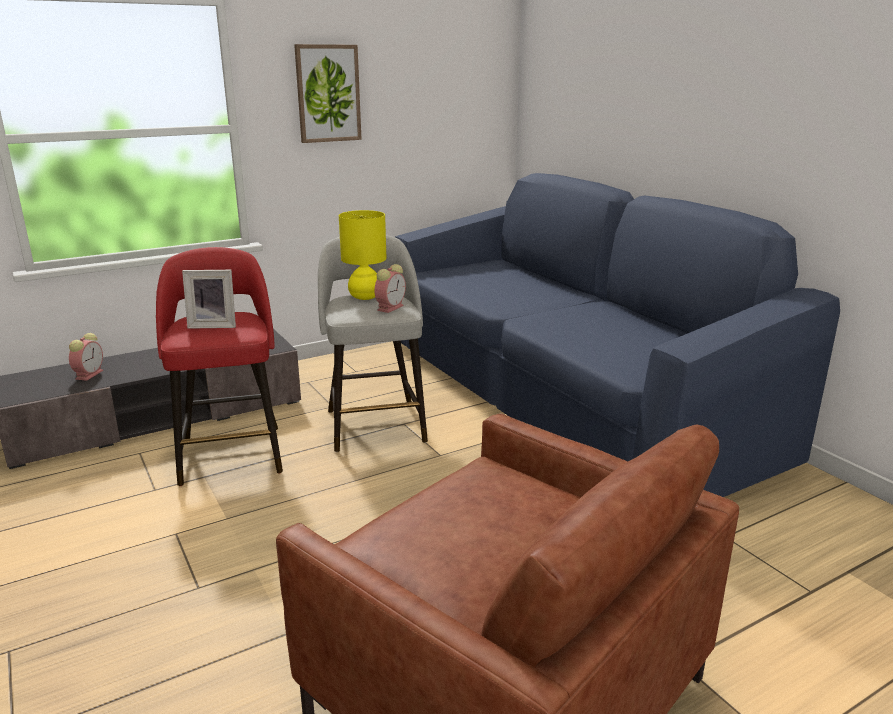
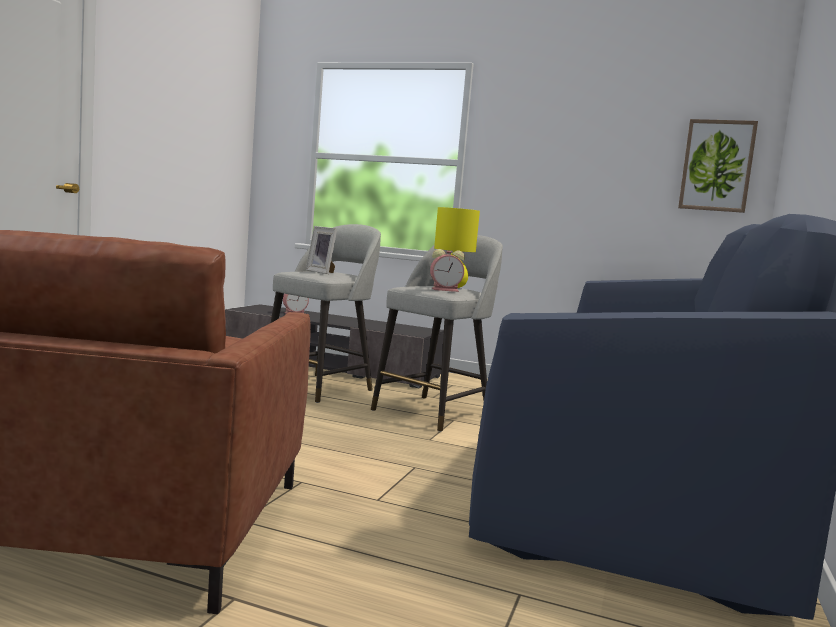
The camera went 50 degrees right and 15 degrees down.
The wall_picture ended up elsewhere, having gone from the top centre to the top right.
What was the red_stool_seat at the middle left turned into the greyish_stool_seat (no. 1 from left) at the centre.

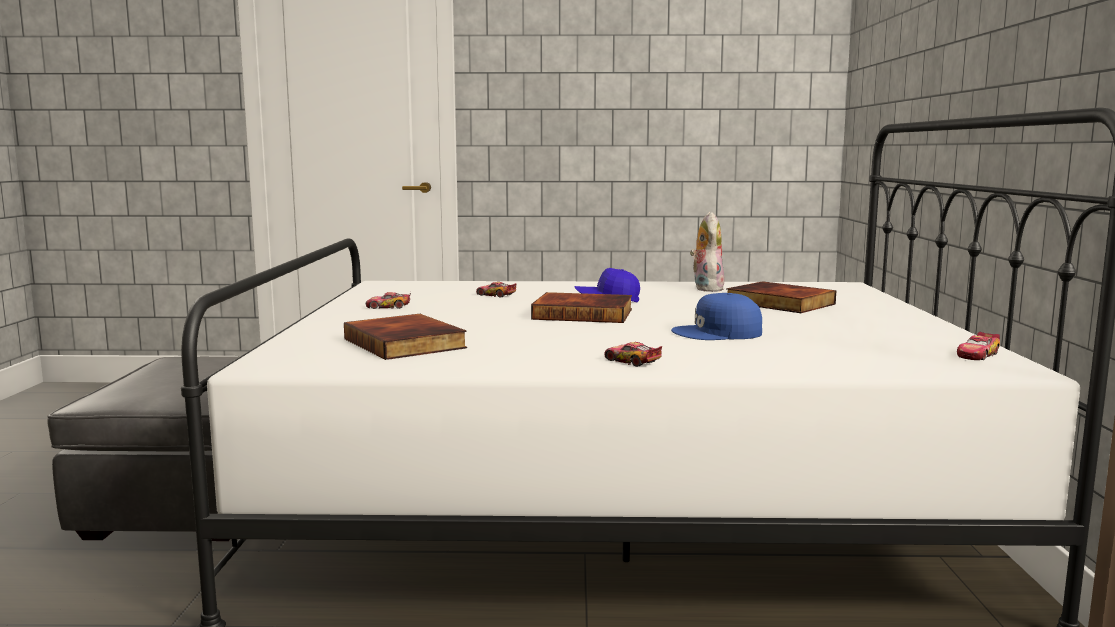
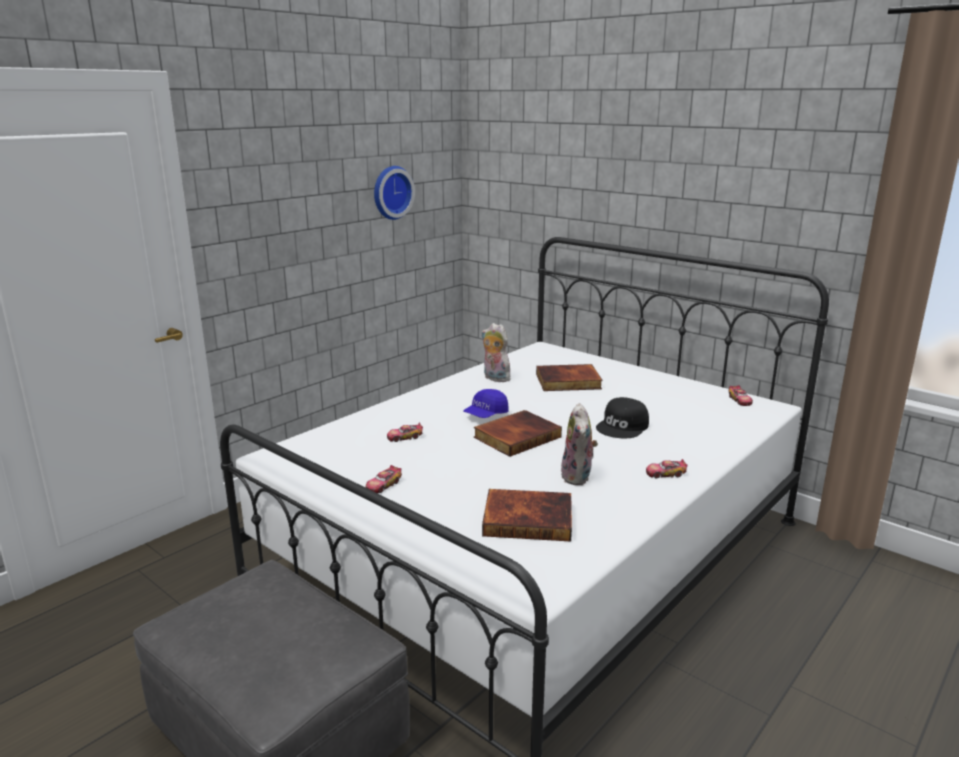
The camera went 50 degrees left and 10 degrees up.
The second view gained the wall_clock at the top centre.
The second view gained the plush_toy (no. 2 from left) at the centre.
What was the bluish_baseball_cap (no. 2 from left) at the centre turned into the black_baseball_cap at the centre.

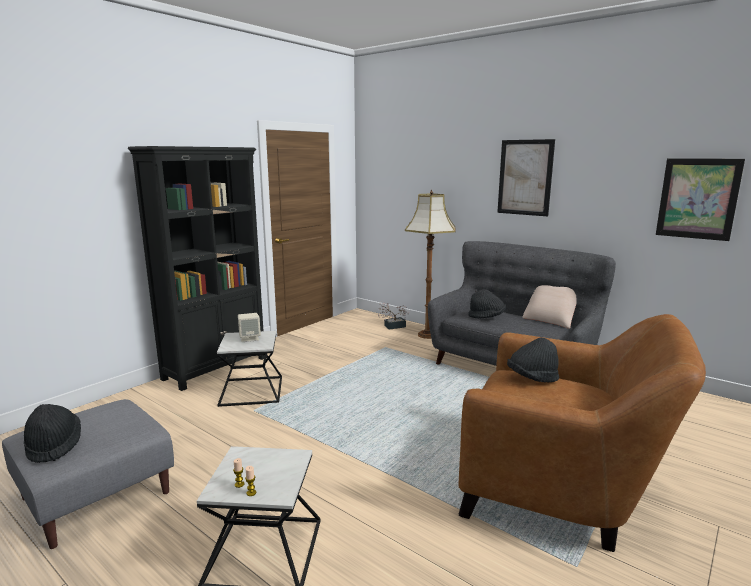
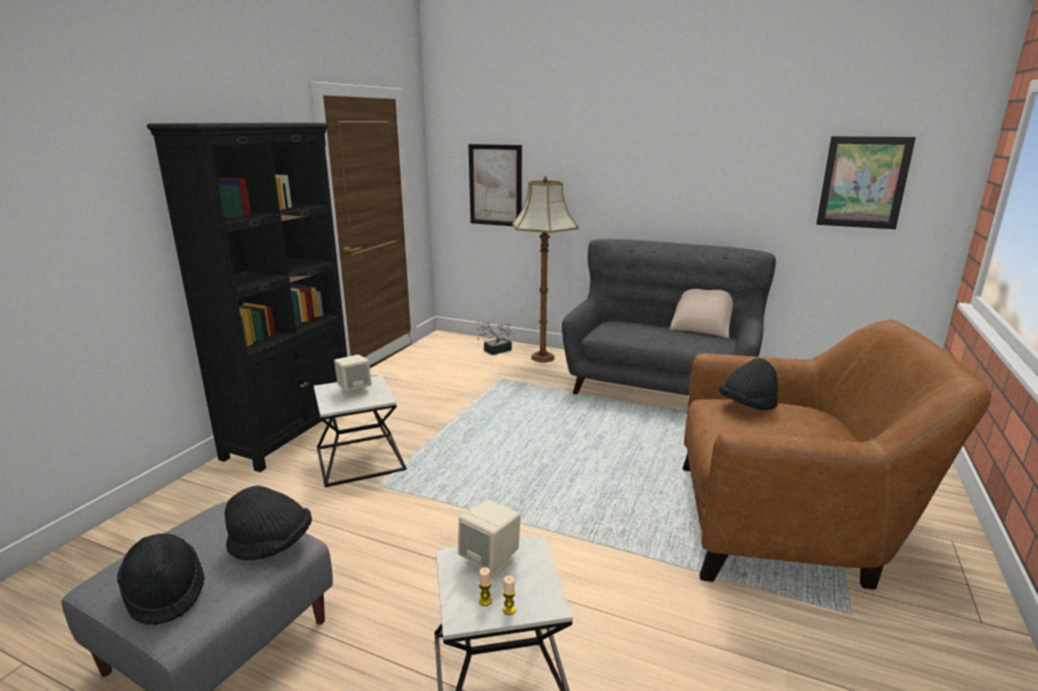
The camera went 15 degrees left and 5 degrees up.
The second view gained the beige_loudspeaker (no. 2 from left) at the bottom centre.
The black_wearable_hat (no. 2 from left) ended up elsewhere, having gone from the centre to the bottom left.
The wall_picture (no. 1 from left) ended up elsewhere, having gone from the top right to the top centre.

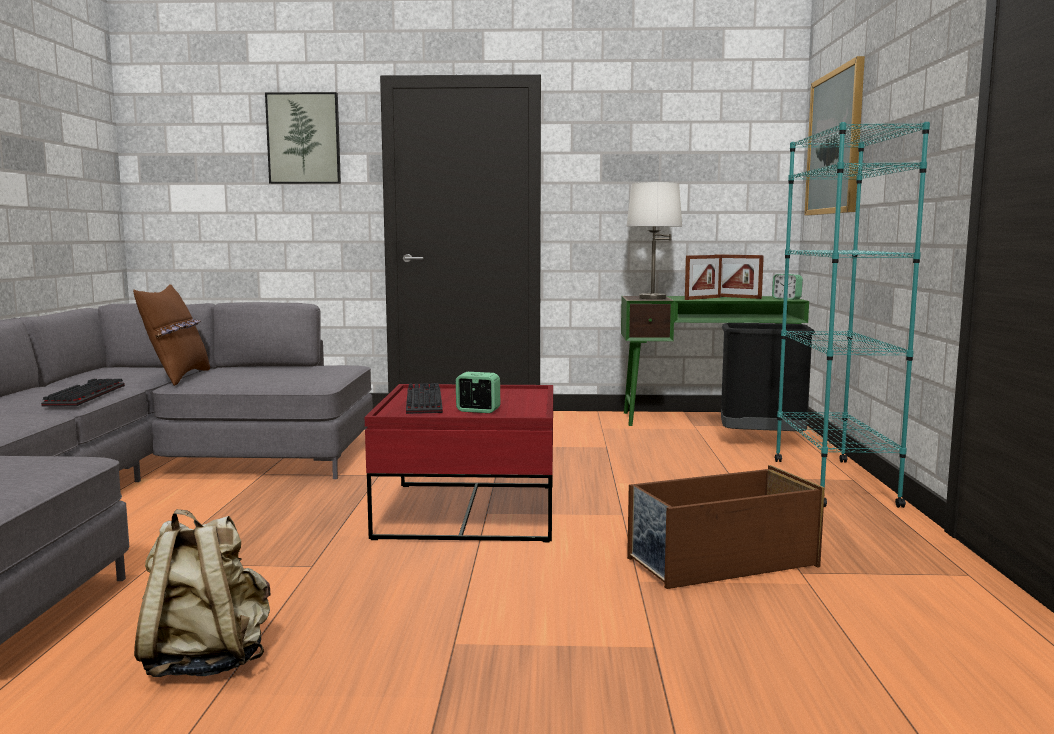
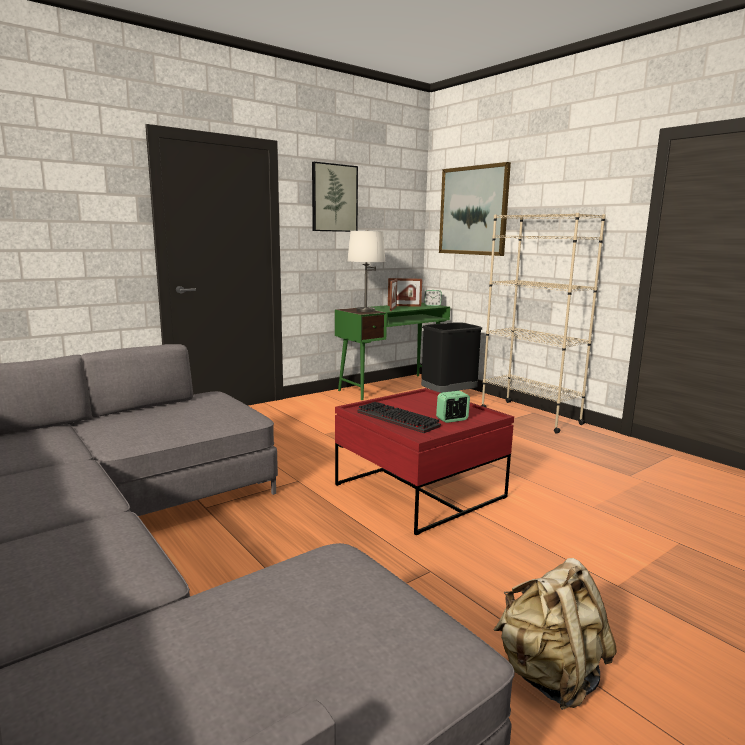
The camera went 40 degrees left and 5 degrees up.
The second view lost the computer_keyboard (no. 1 from left) at the middle left.
The second view lost the brown_pillow at the middle left.
The second view lost the brown_storage_bin at the bottom right.
The wall_picture (no. 1 from left) ended up elsewhere, having gone from the top left to the top centre.
What was the blue-green_shelving_unit at the middle right turned into the beige_shelving_unit at the middle right.

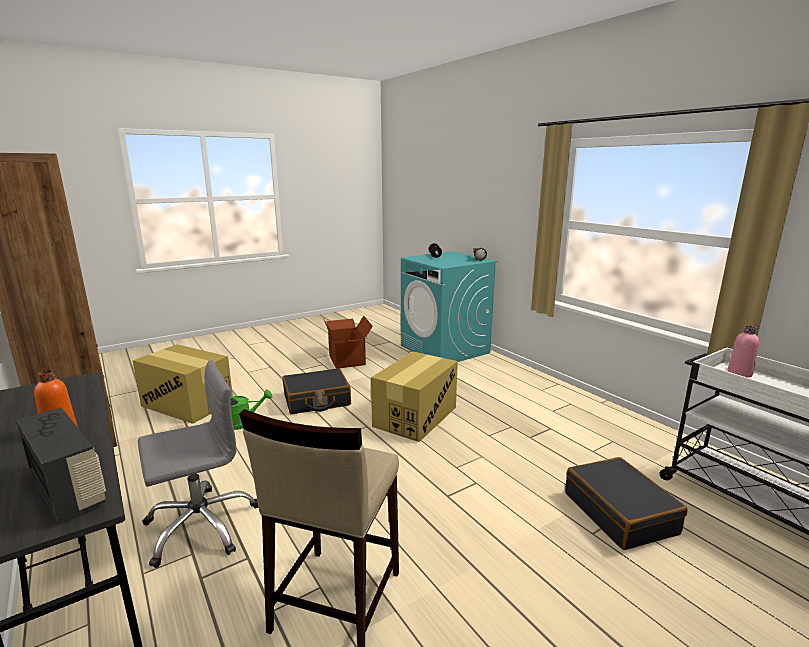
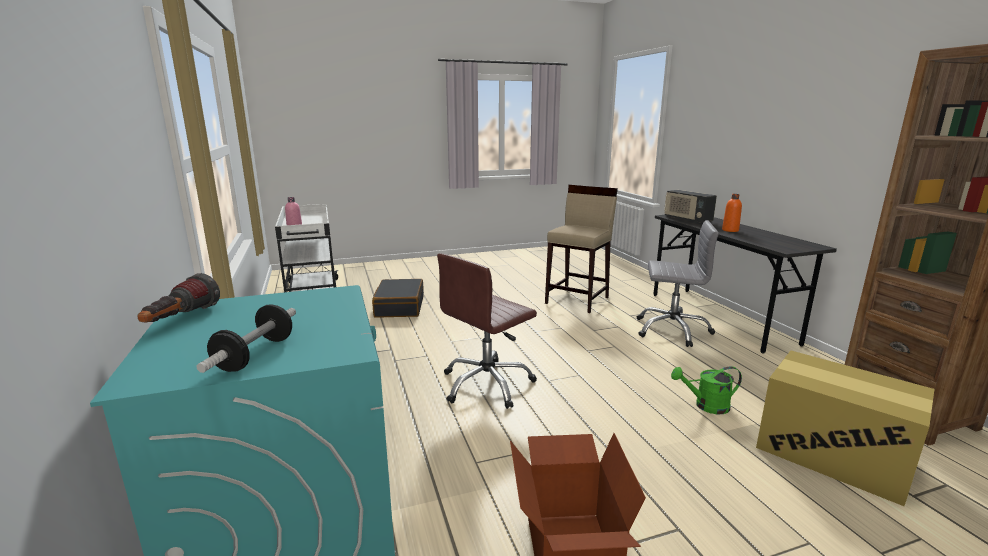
The camera went 165 degrees left and 0 degrees up.
The second view lost the black_suitcase (no. 1 from left) at the centre.
Where the packing_box (no. 3 from left) stood at the centre, the brown_computer_chair came to stand at the centre.
The greyish_computer_chair at the bottom left ended up facing another way, 150 degrees counterclockwise from before.

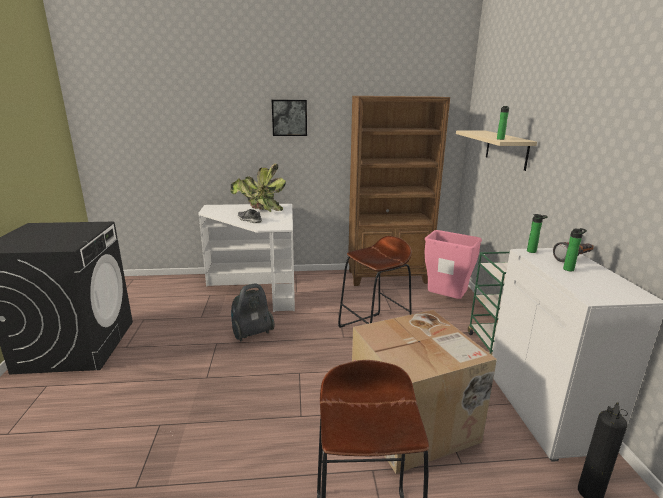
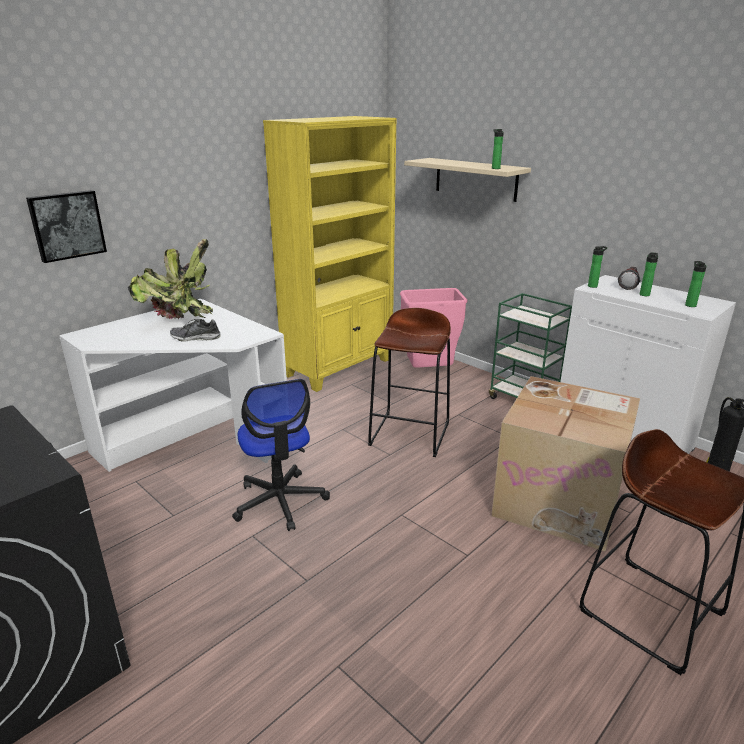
The camera went 40 degrees left and 5 degrees up.
The second view gained the drink_bottle (no. 4 from left) at the middle right.
The wall_picture ended up elsewhere, having gone from the top centre to the top left.
Where the vacuum stood at the centre, the computer_chair came to stand at the centre.
What was the brown_shelving_unit at the centre turned into the yellow-coloured_shelving_unit at the centre.

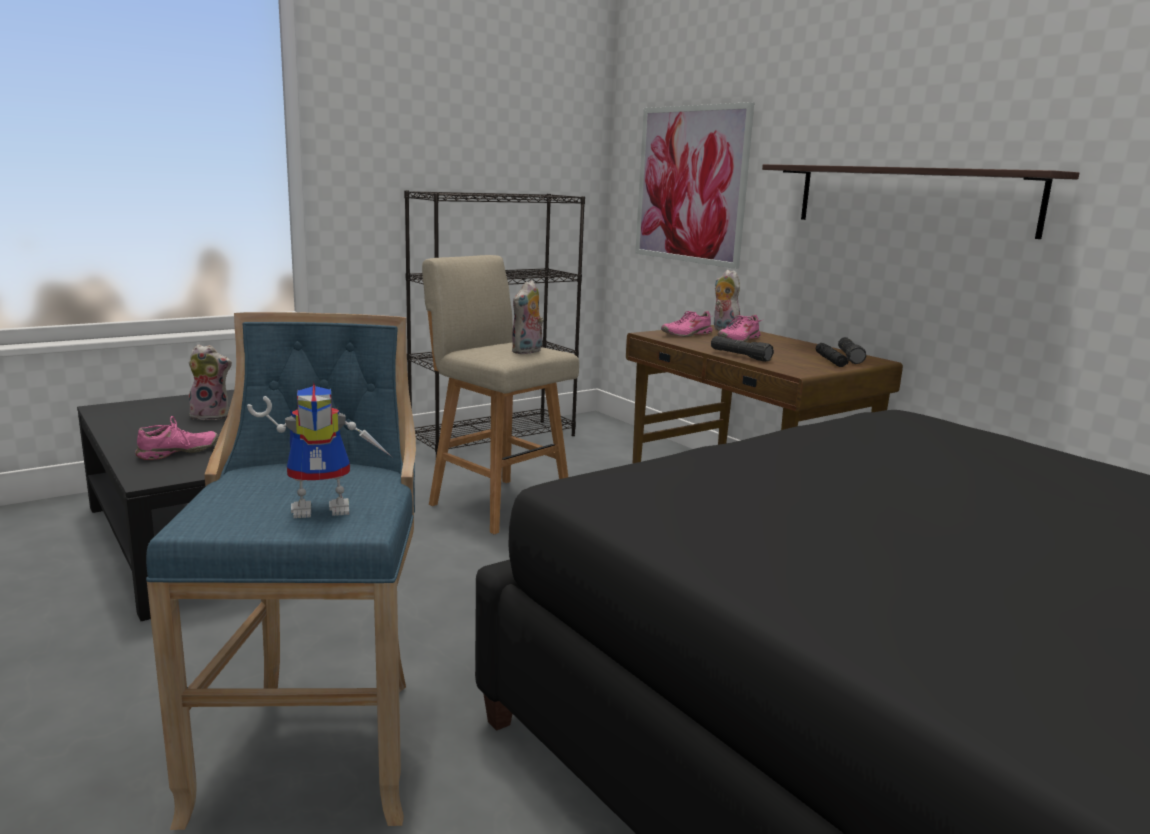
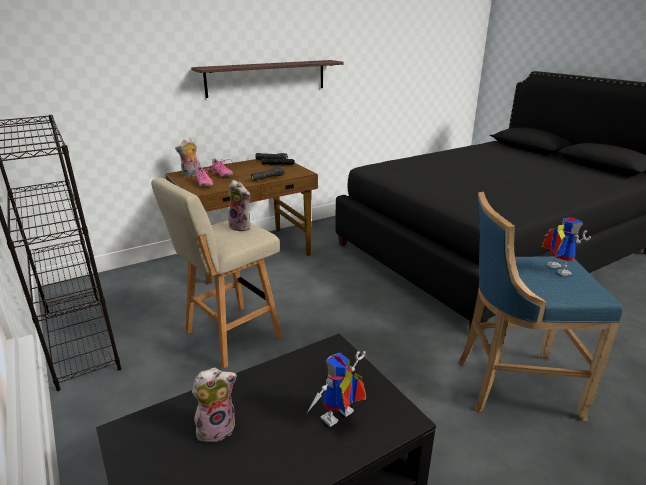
The camera went 85 degrees left and 10 degrees up.
The second view lost the wall_picture at the top centre.
Where the pink-coloured_low_shoe (no. 1 from left) stood at the middle left, the toy_robot (no. 1 from left) came to stand at the bottom centre.
The plush_toy (no. 1 from left in the first image) at the middle left ended up facing another way, 60 degrees clockwise from before.

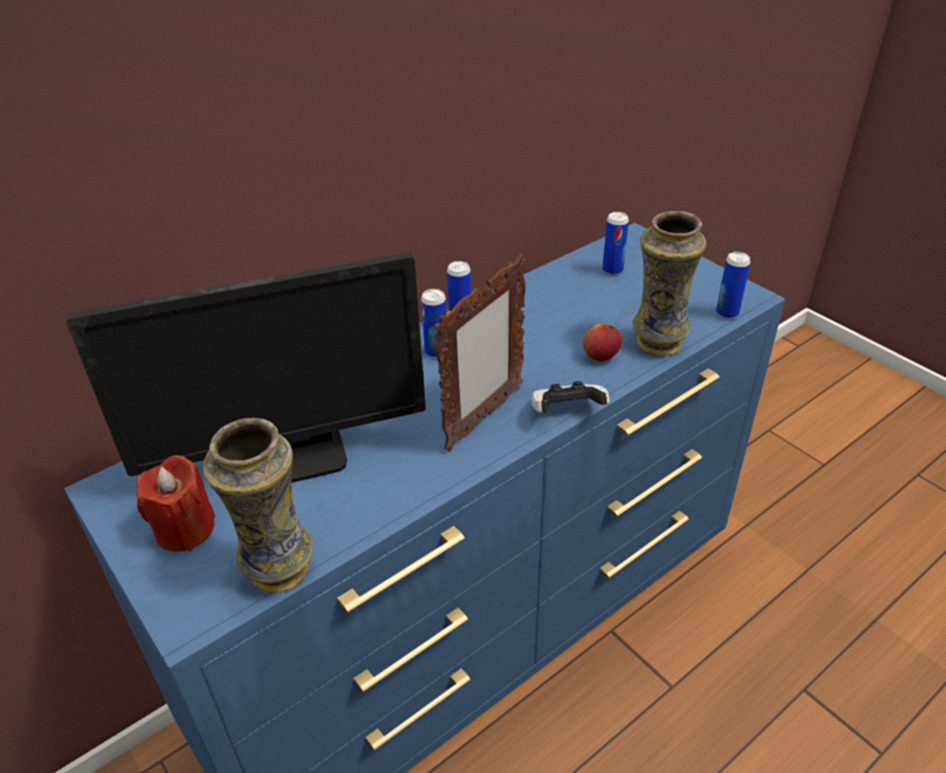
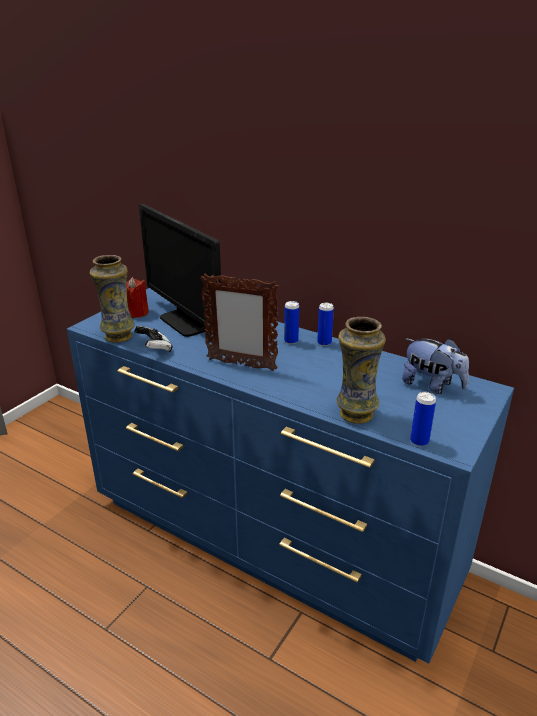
The camera went 70 degrees right and 10 degrees down.
The second view lost the apple_fruit at the centre.
The joypad ended up elsewhere, having gone from the centre to the middle left.
Where the metal_can (no. 3 from left) stood at the top centre, the plush_toy came to stand at the middle right.

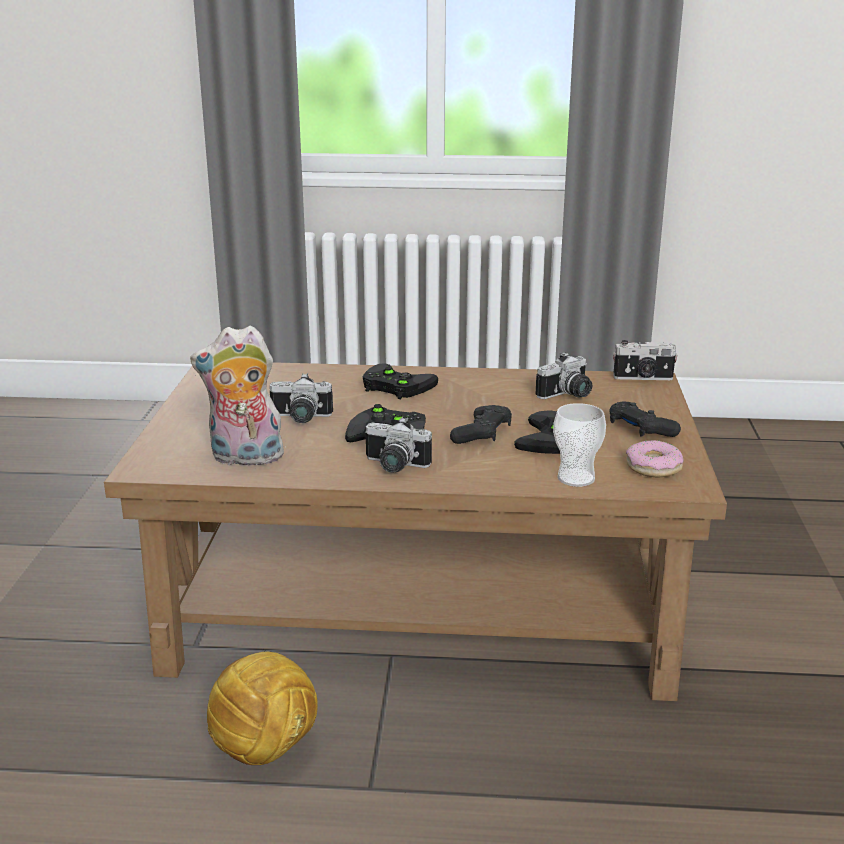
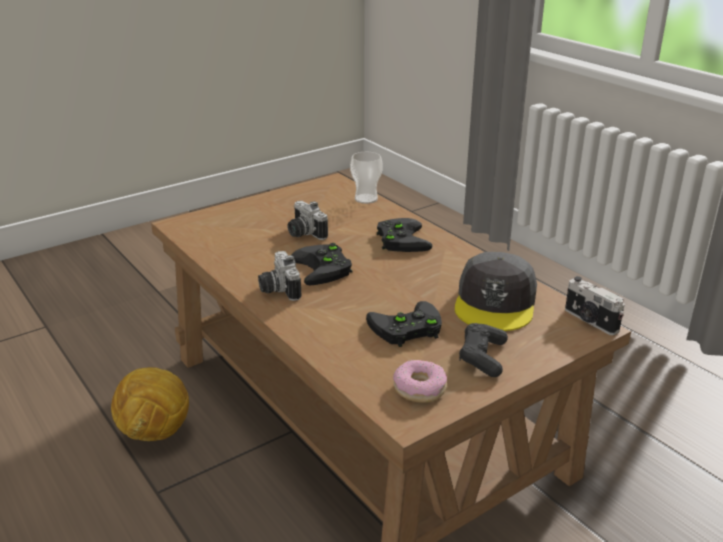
The camera went 50 degrees right and 5 degrees up.
The second view lost the plush_toy at the middle left.
The second view lost the black_joypad (no. 3 from left) at the centre.
The cup ended up elsewhere, having gone from the middle right to the top centre.
Where the still_camera (no. 3 from left) stood at the middle right, the greyish_baseball_cap came to stand at the middle right.

